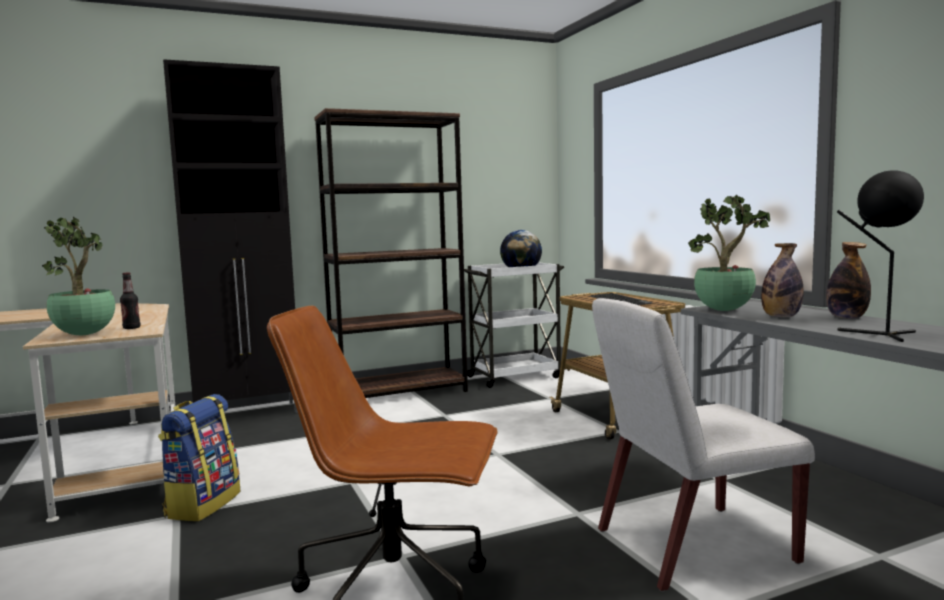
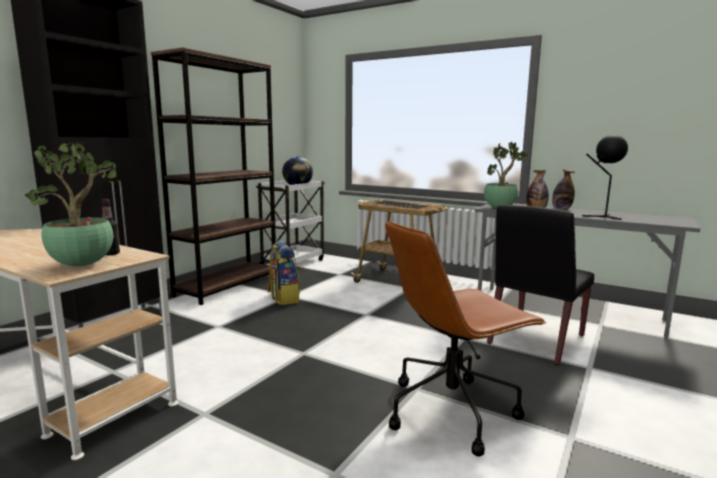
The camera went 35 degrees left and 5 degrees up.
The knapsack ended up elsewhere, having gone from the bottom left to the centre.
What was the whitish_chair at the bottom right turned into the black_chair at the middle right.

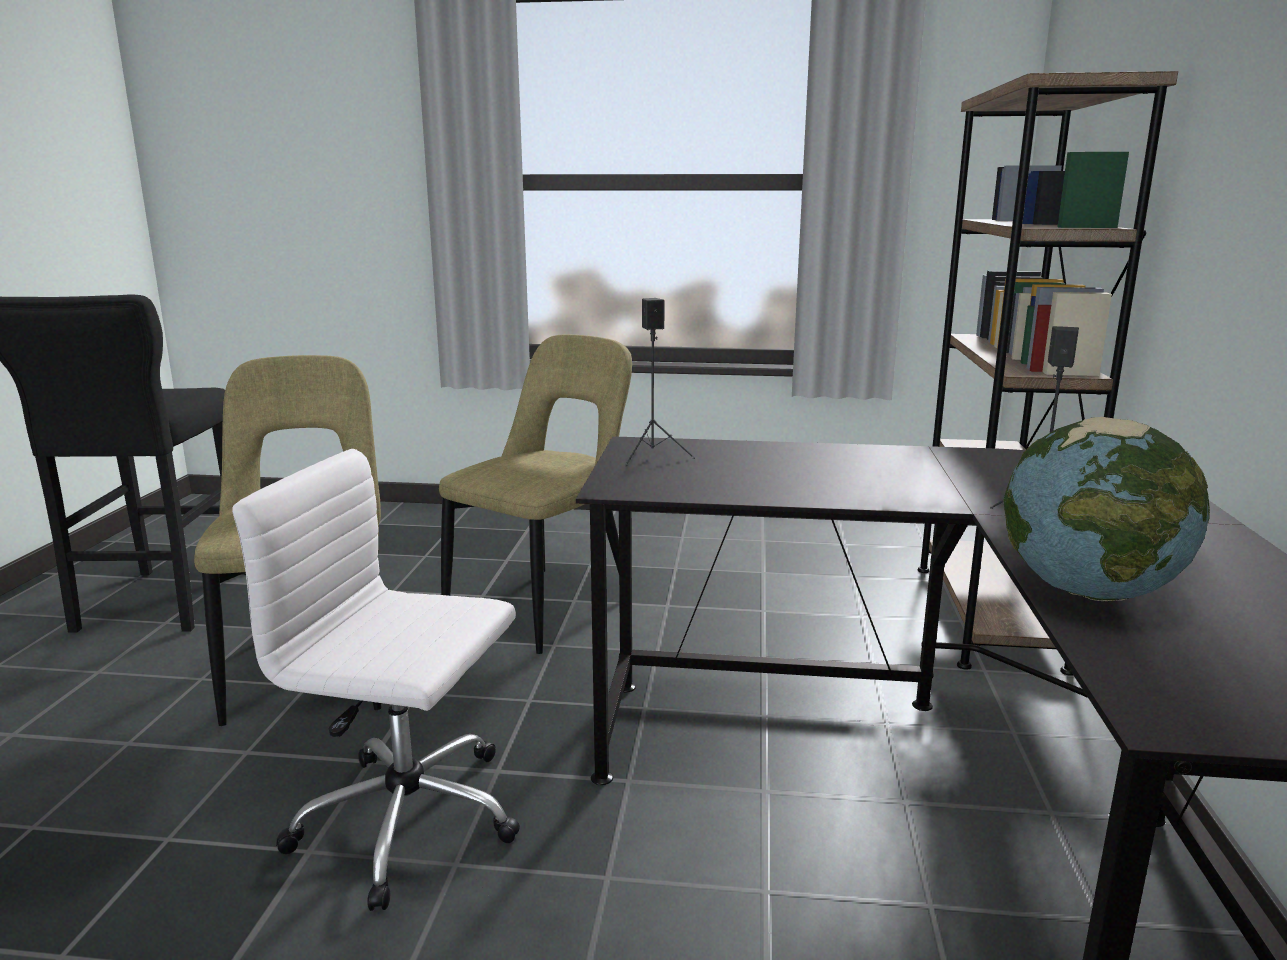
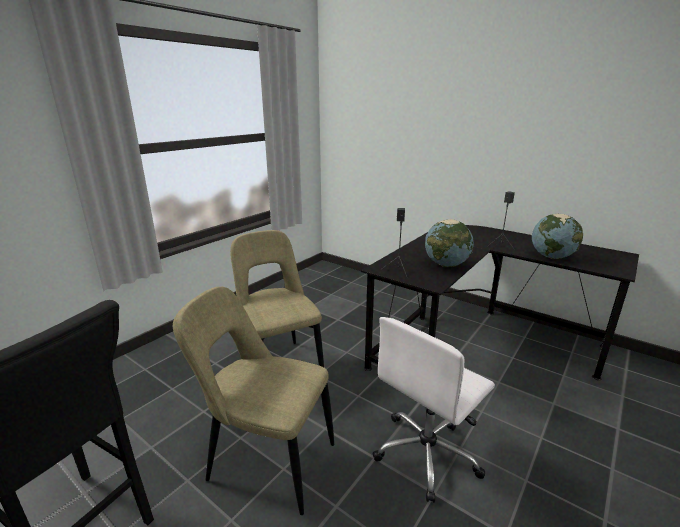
The camera went 60 degrees left and 5 degrees up.
The second view lost the brown_shelving_unit at the middle right.
The second view gained the globe (no. 1 from left) at the centre.

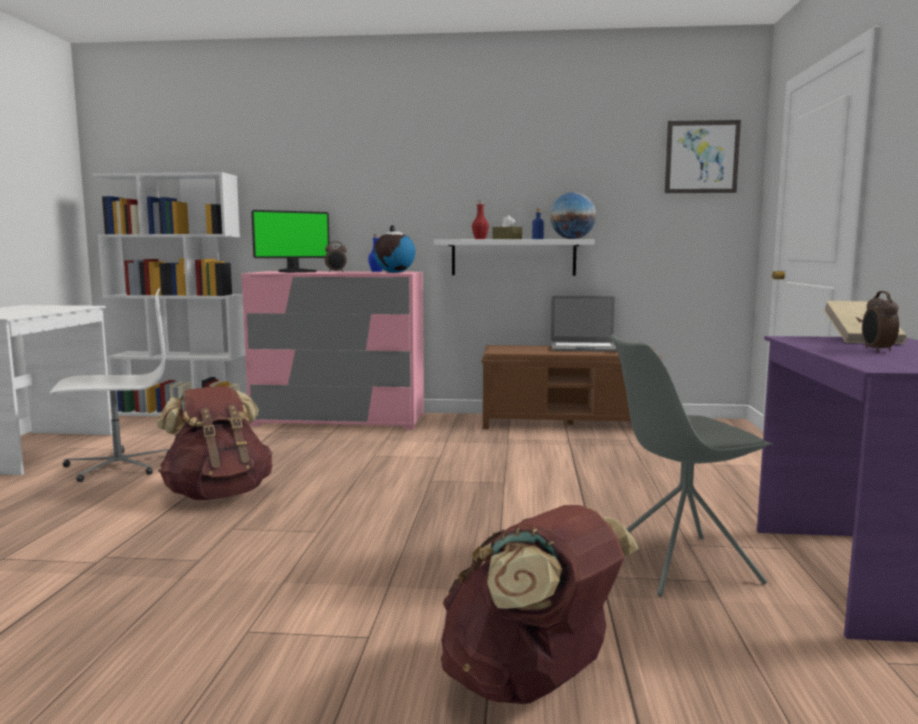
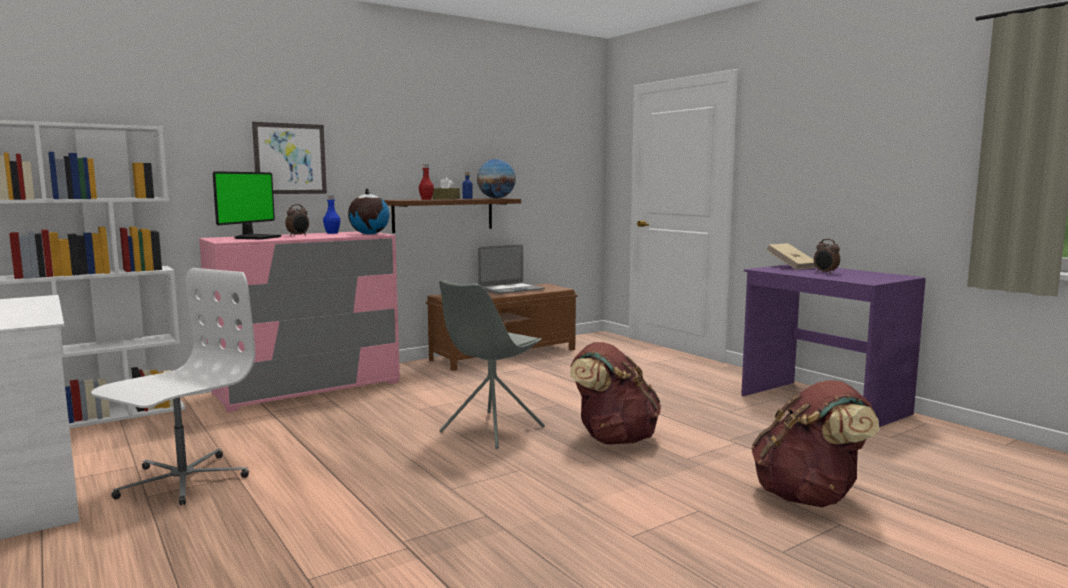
The camera went 40 degrees left and 0 degrees up.
The brown_knapsack (no. 1 from left) ended up elsewhere, having gone from the middle left to the bottom centre.
The greyish_chair ended up elsewhere, having gone from the middle right to the centre.
The wall_picture ended up elsewhere, having gone from the top right to the top left.
What was the whitish_shelf at the centre turned into the brown_shelf at the centre.

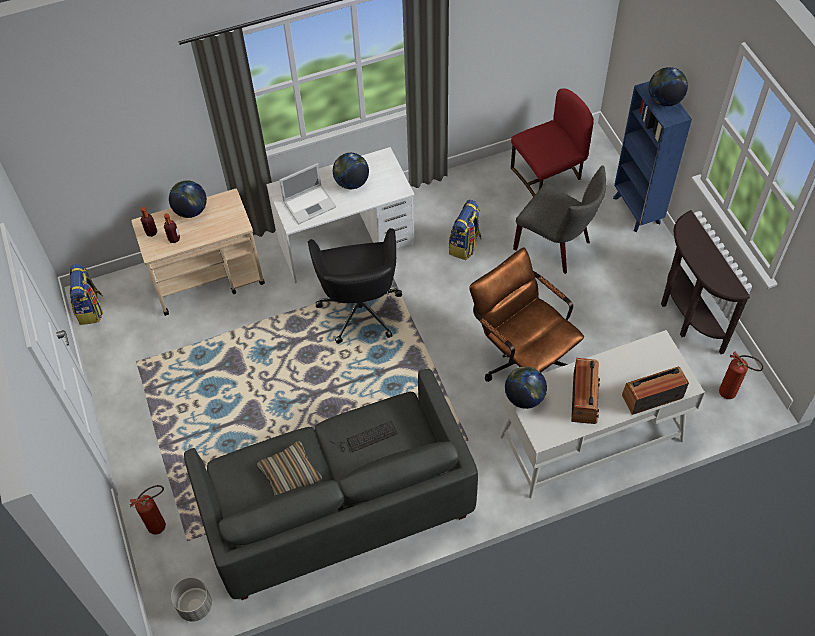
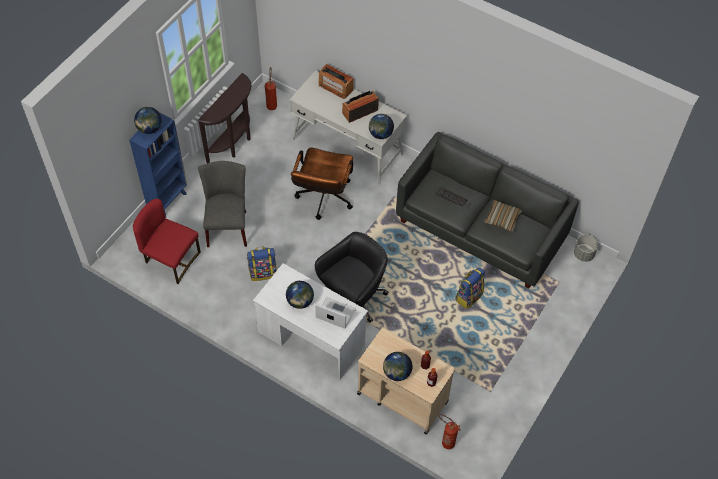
The camera went 130 degrees left and 0 degrees up.
The knapsack (no. 1 from left in the first image) ended up elsewhere, having gone from the middle left to the centre.
The extinguisher (no. 1 from left in the first image) ended up elsewhere, having gone from the bottom left to the bottom centre.

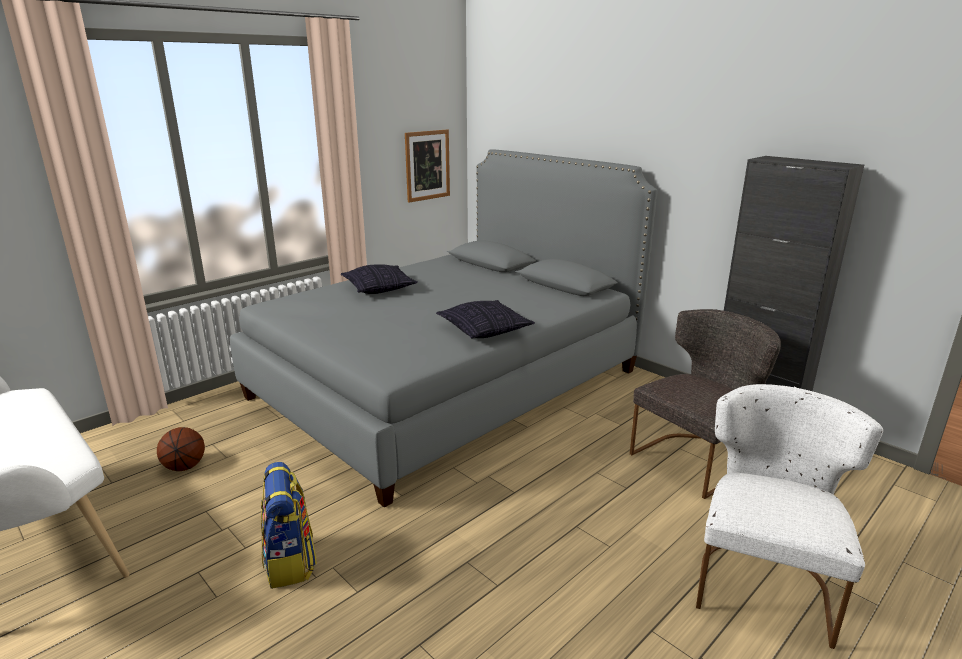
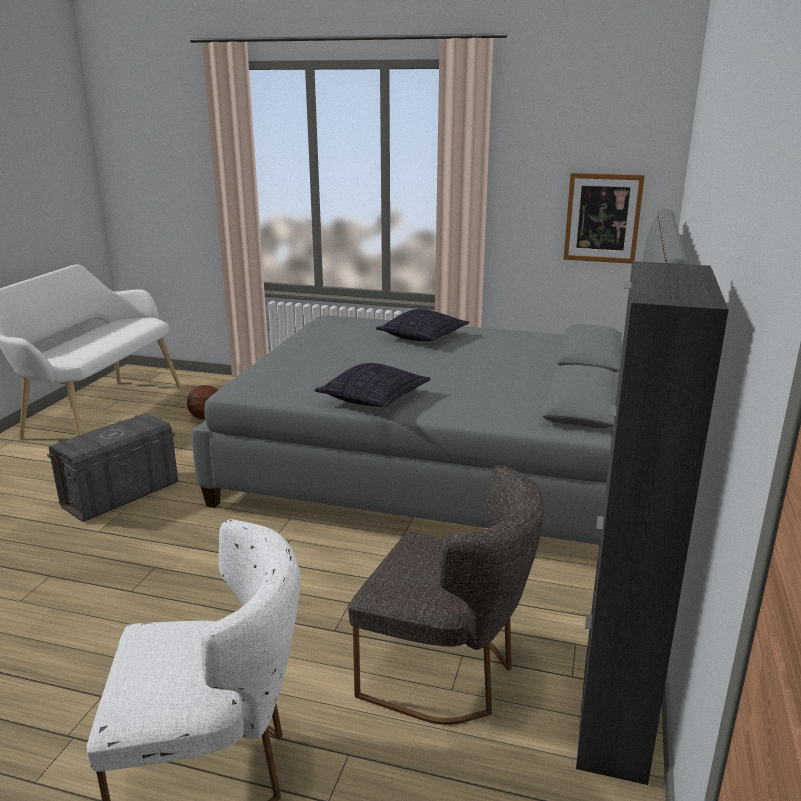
The camera went 60 degrees right and 0 degrees up.
Where the knapsack stood at the bottom left, the greyish_storage_bin came to stand at the middle left.

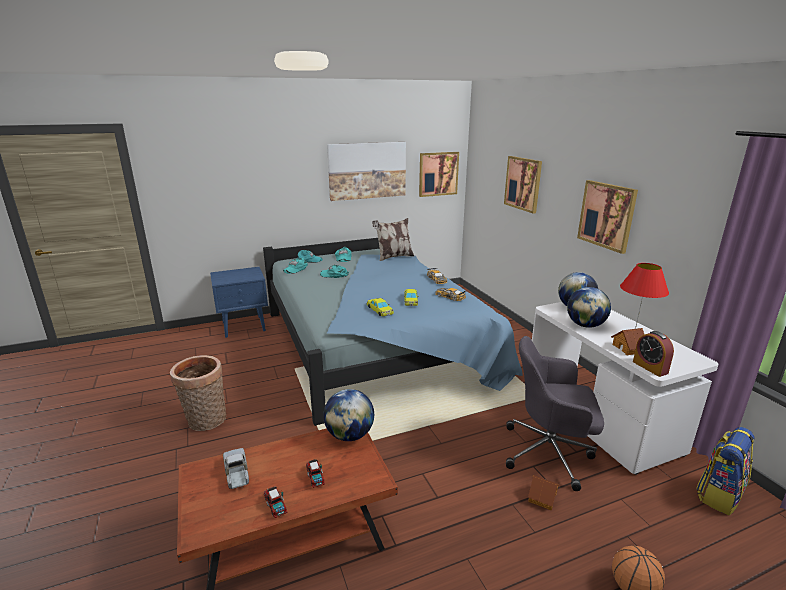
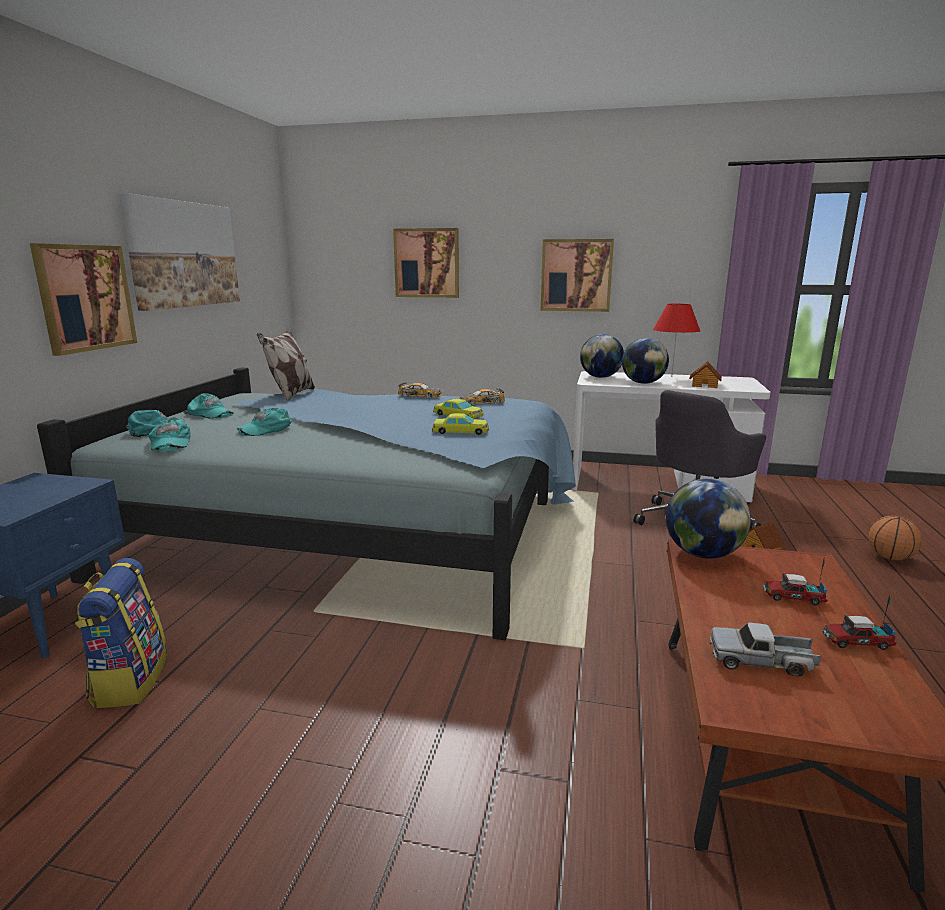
The camera went 55 degrees left and 5 degrees down.
The second view lost the household_basket at the middle left.
The second view lost the alarm_clock at the middle right.
The wall_picture (no. 2 from left in the first image) ended up elsewhere, having gone from the top centre to the top left.
The knapsack ended up elsewhere, having gone from the bottom right to the bottom left.

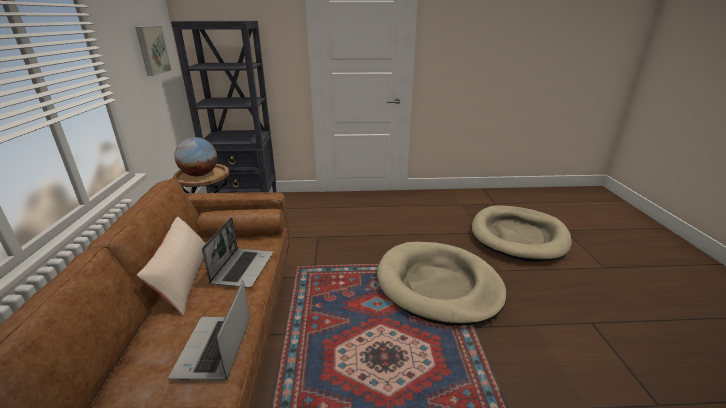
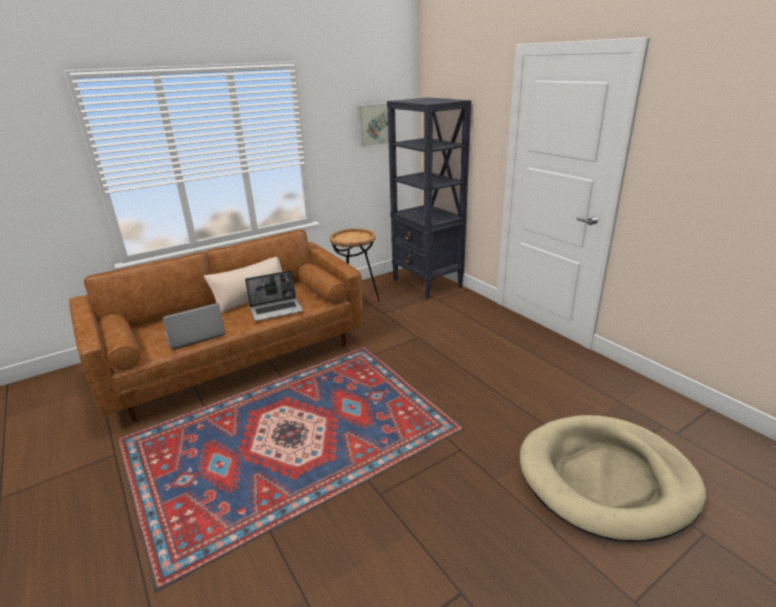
The camera went 60 degrees right and 0 degrees up.
The second view lost the globe at the middle left.
The second view lost the beige_dog_bed (no. 1 from left) at the bottom centre.

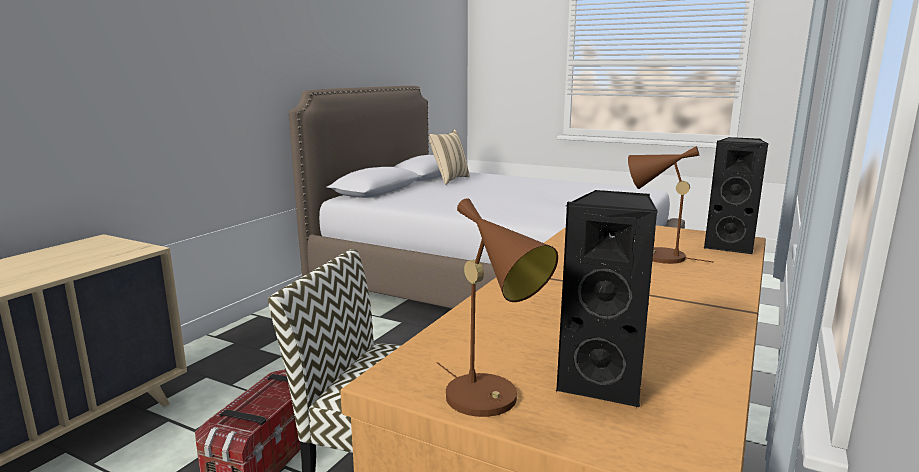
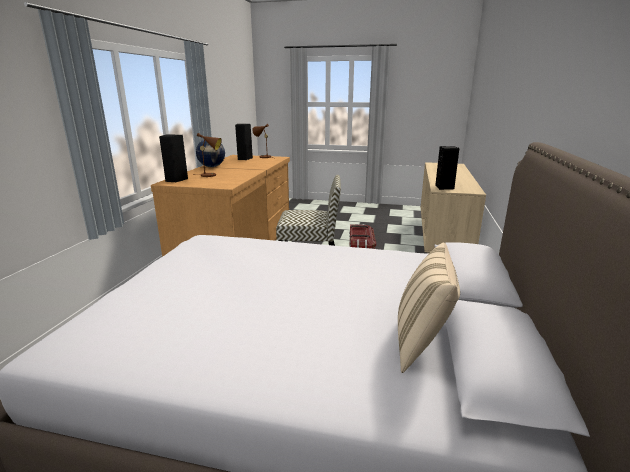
The camera went 165 degrees right and 5 degrees up.
The second view gained the globe at the top centre.
The second view gained the black_loudspeaker (no. 3 from left) at the middle right.

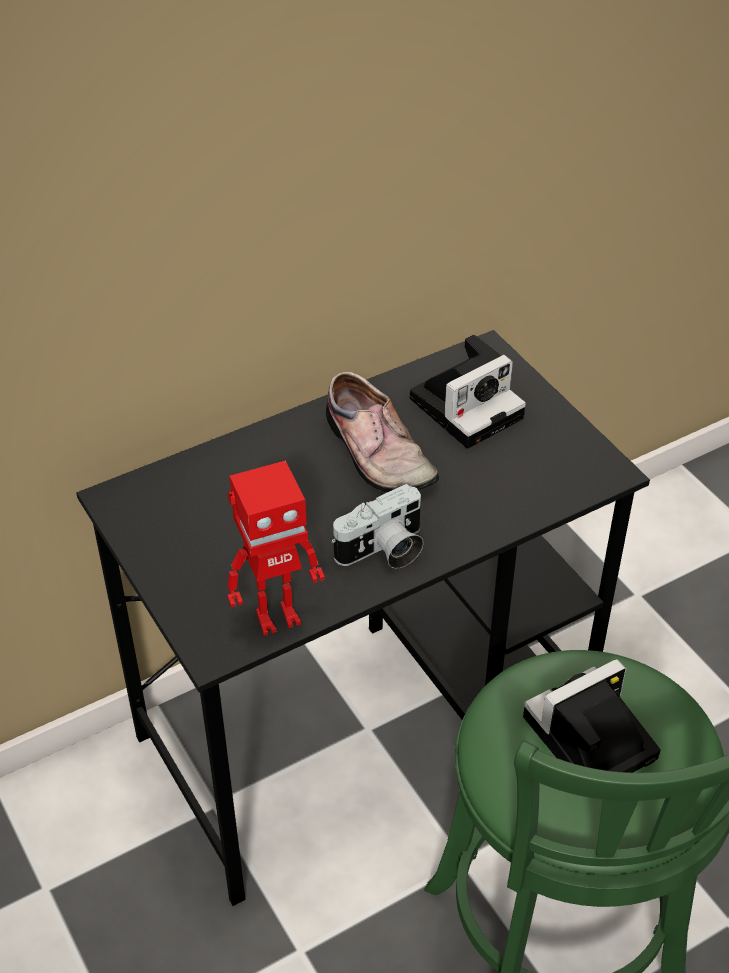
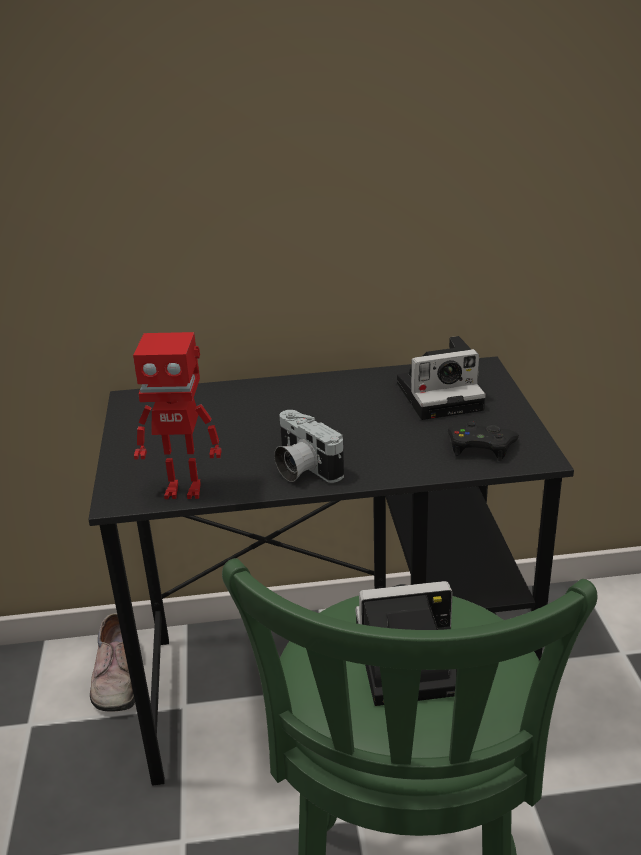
The camera went 25 degrees right and 15 degrees down.
The second view gained the black_joypad at the middle right.
The low_shoe ended up elsewhere, having gone from the centre to the bottom left.
The still_camera (no. 1 from left) at the centre ended up facing another way, 60 degrees clockwise from before.

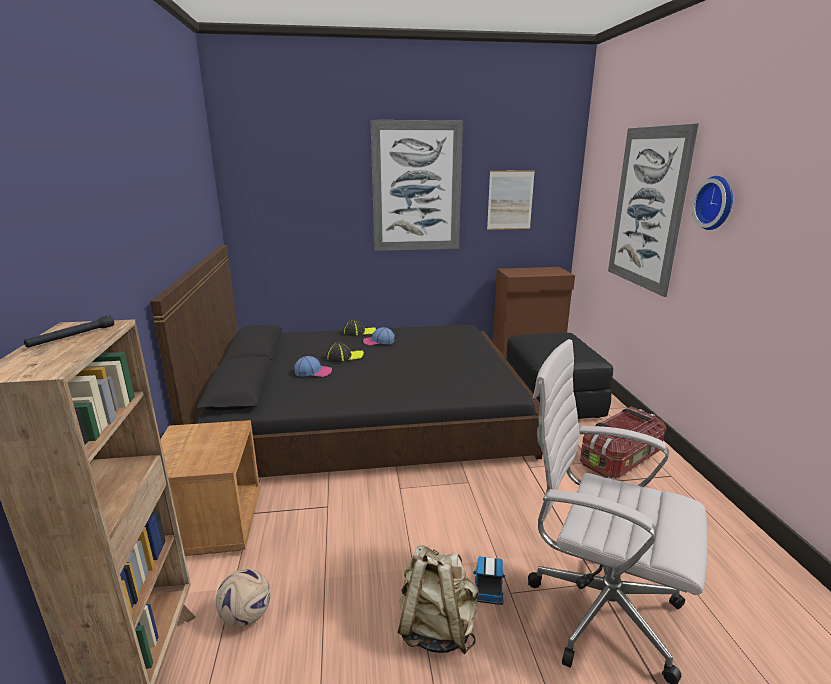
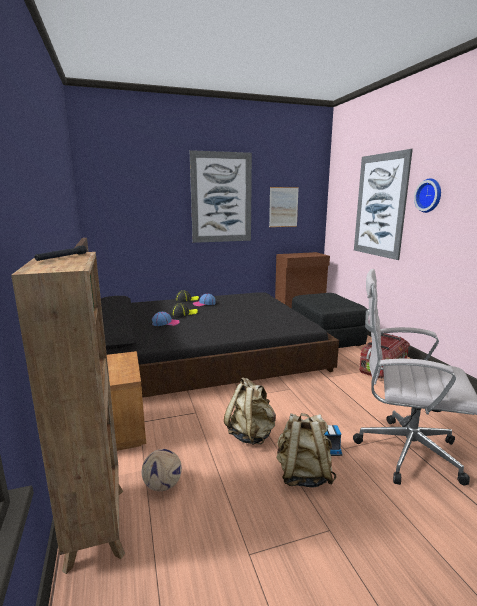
The camera went 10 degrees left and 5 degrees down.
The second view gained the beige_knapsack (no. 1 from left) at the bottom centre.

